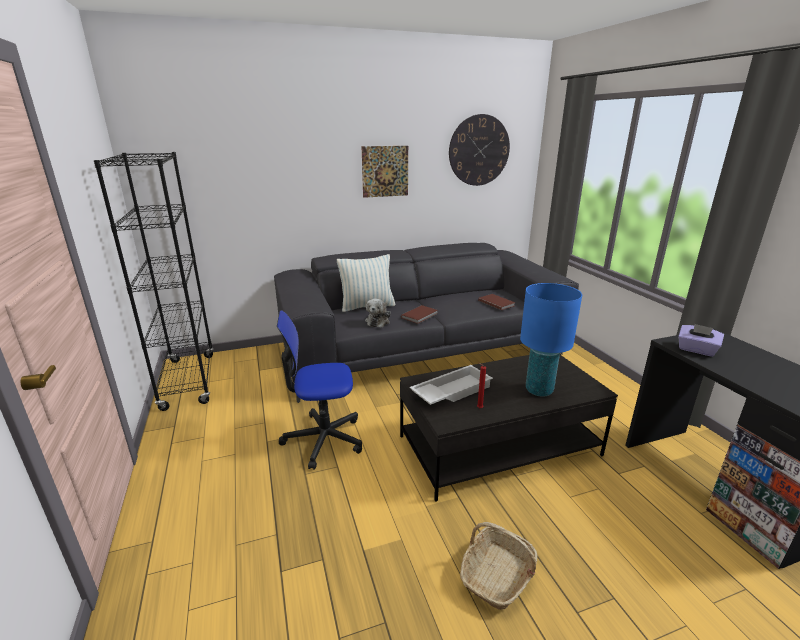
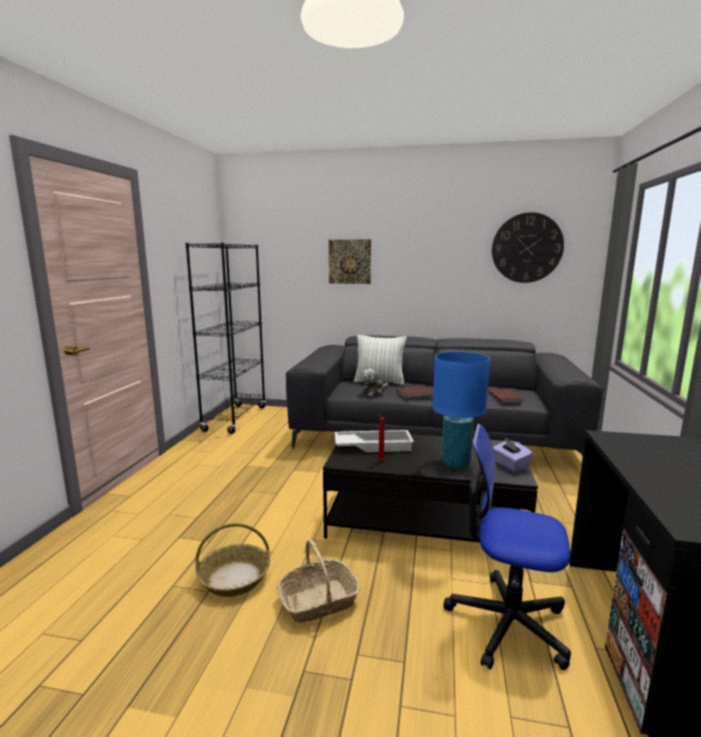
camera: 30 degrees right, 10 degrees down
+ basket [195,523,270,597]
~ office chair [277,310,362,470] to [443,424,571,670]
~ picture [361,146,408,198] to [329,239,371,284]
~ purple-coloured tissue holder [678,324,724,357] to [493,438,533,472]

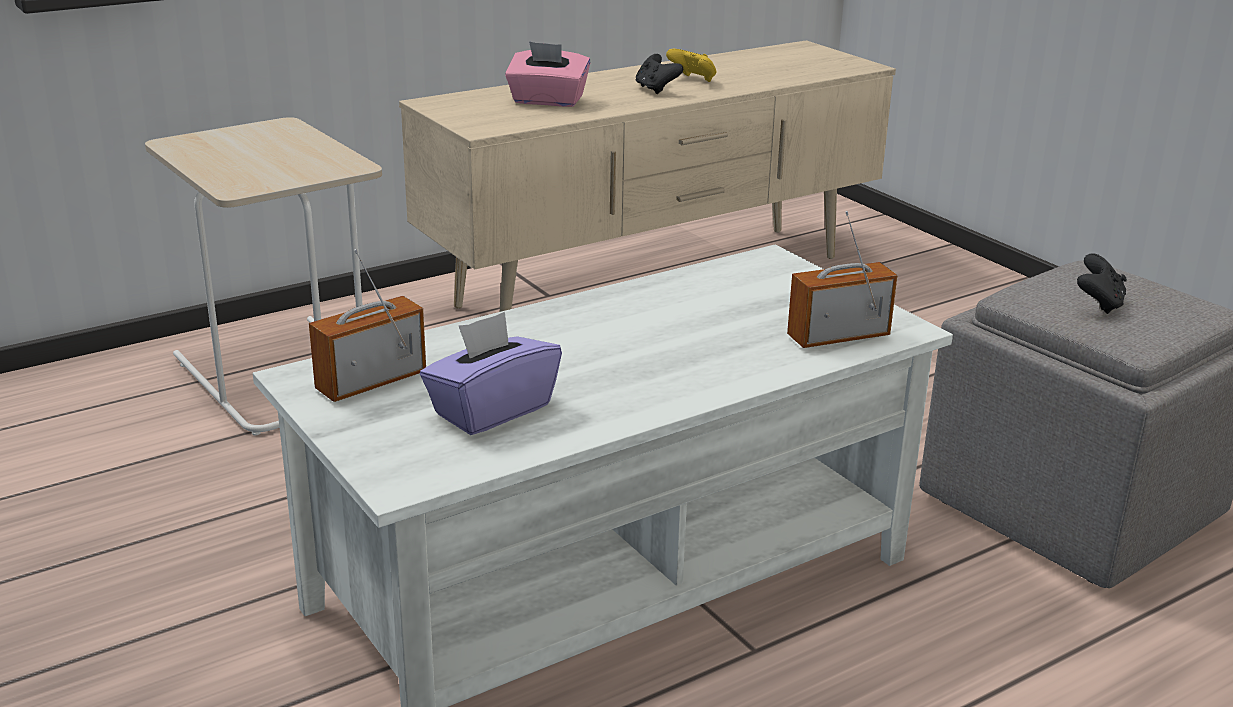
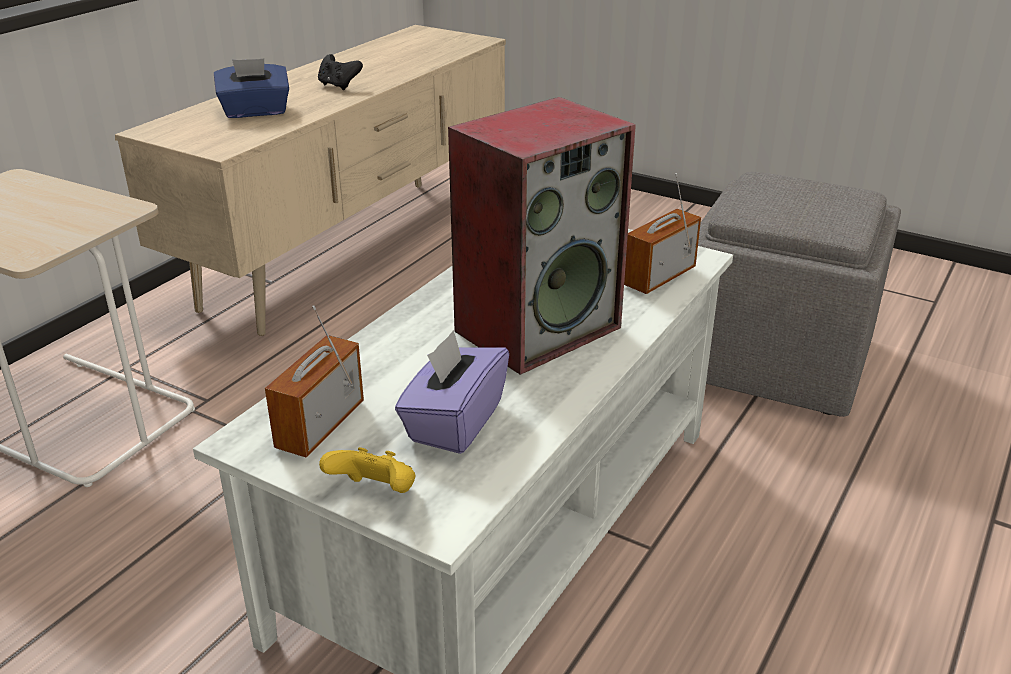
camera: 25 degrees left, 5 degrees up
- blackish joypad [1077,253,1127,314]
+ speaker [448,97,636,375]
~ yellow-coloured joypad [666,49,717,82] to [319,447,415,493]
~ pink-coloured tissue holder [505,41,591,107] to blue tissue holder [214,58,289,118]

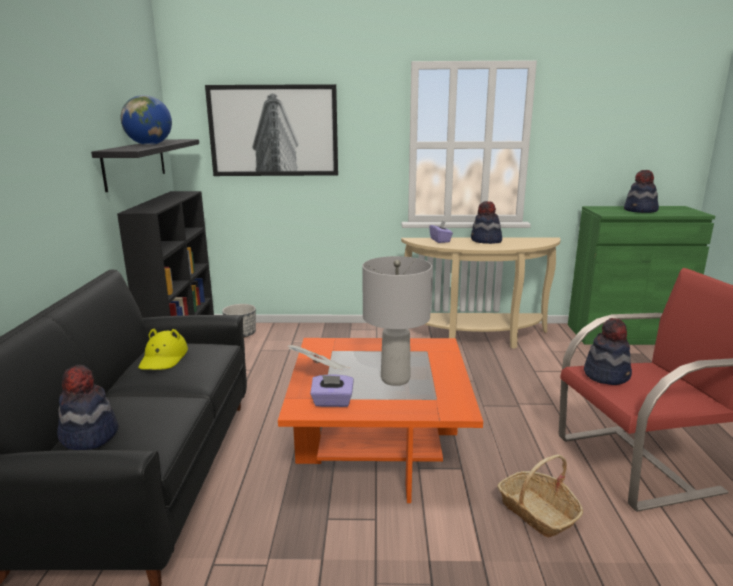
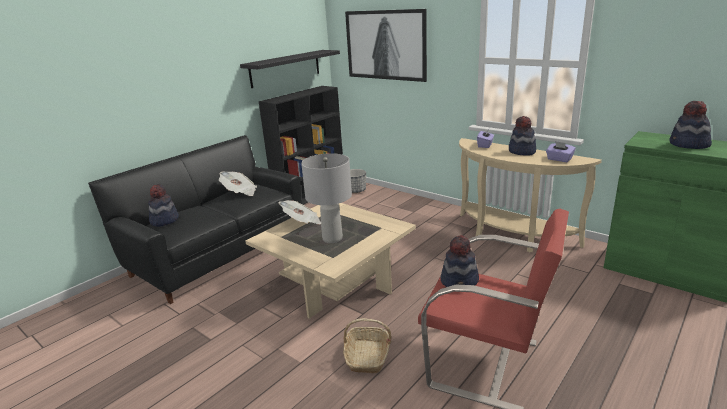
camera: 40 degrees right, 5 degrees up
- desk globe [121,95,172,145]
~ purple-coloured tissue holder [310,374,354,407] to [546,141,576,162]
~ yellow-coloured hat [138,329,188,370] to daily paper [219,171,257,196]
~ orange-coloured coffee table [278,338,483,503] to beige-coloured coffee table [245,203,416,319]

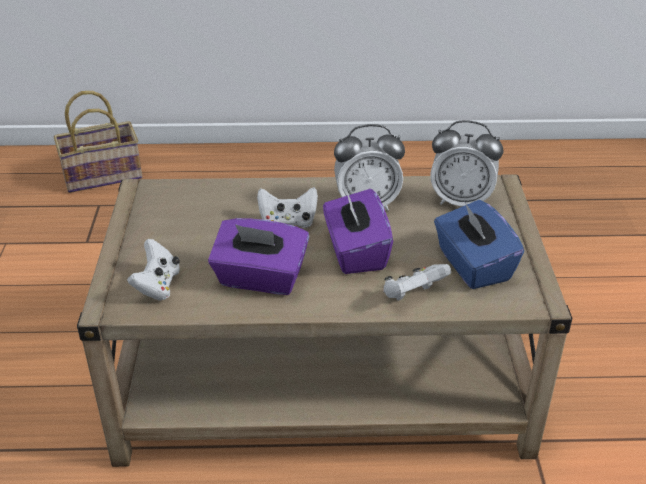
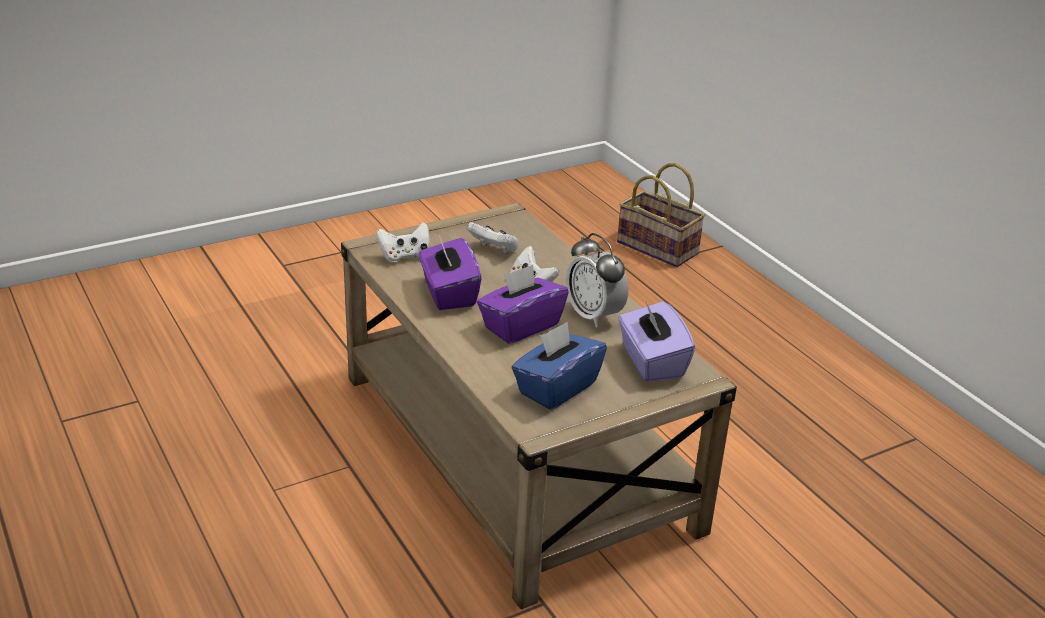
camera: 60 degrees right, 5 degrees down
~ whitish joypad [383,264,451,301] to [467,222,518,253]
~ table clock [430,120,503,206] to purple-coloured tissue holder [618,301,695,382]

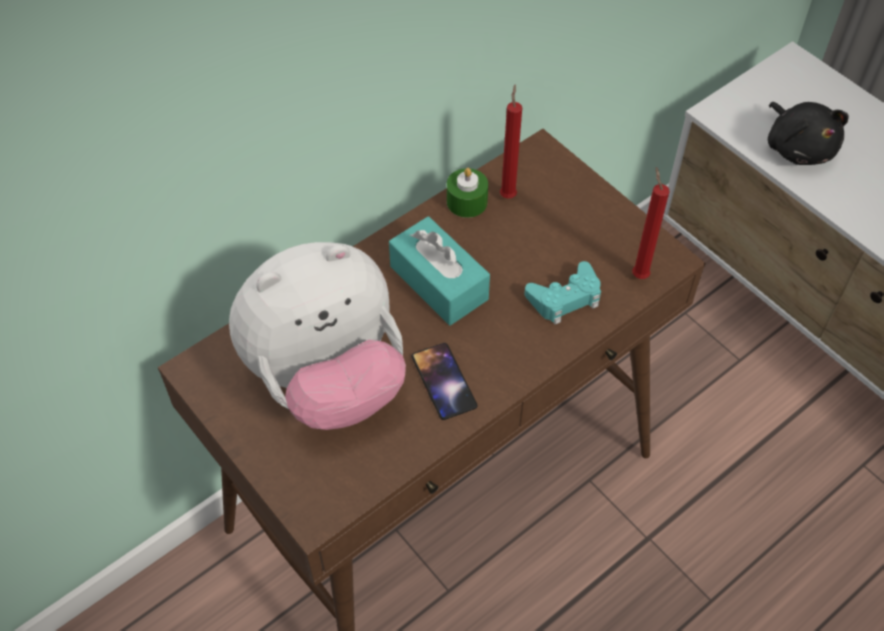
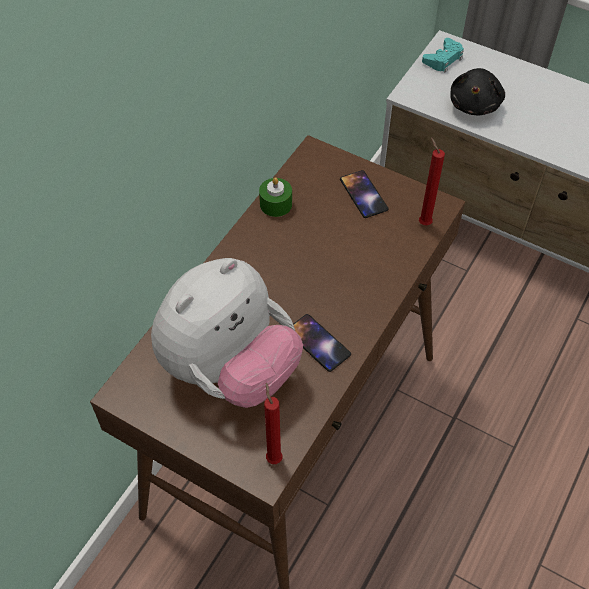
camera: 20 degrees left, 0 degrees up
- turquoise-coloured tissue holder [389,216,490,325]
+ handset [340,170,388,218]
~ red-coloured wax light [500,85,522,199] to [264,383,283,464]
~ turquoise-coloured joypad [525,261,601,325] to [422,38,464,72]
~ blackish soft toy [768,102,849,165] = [450,68,505,116] 60 degrees clockwise

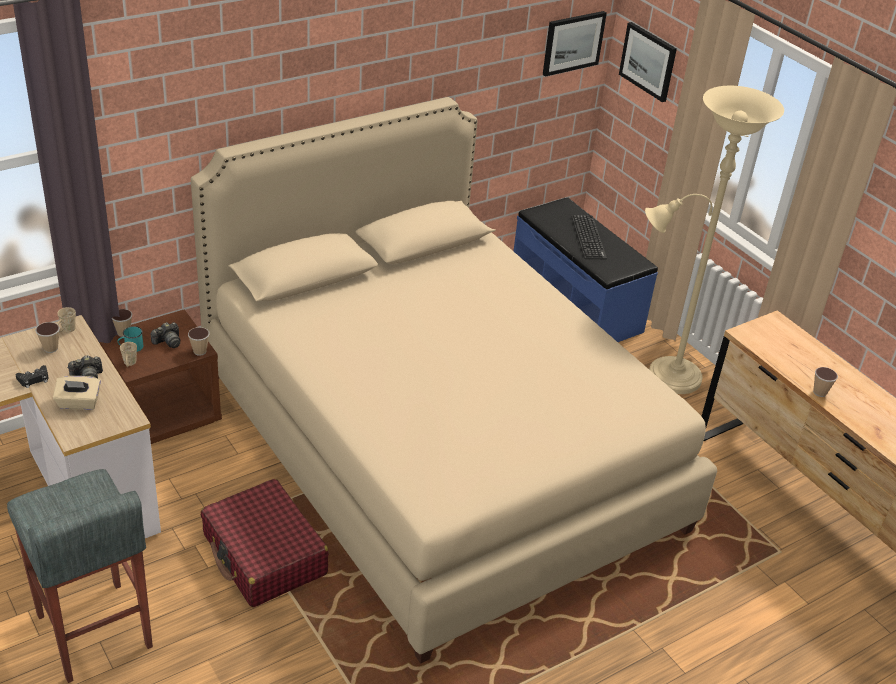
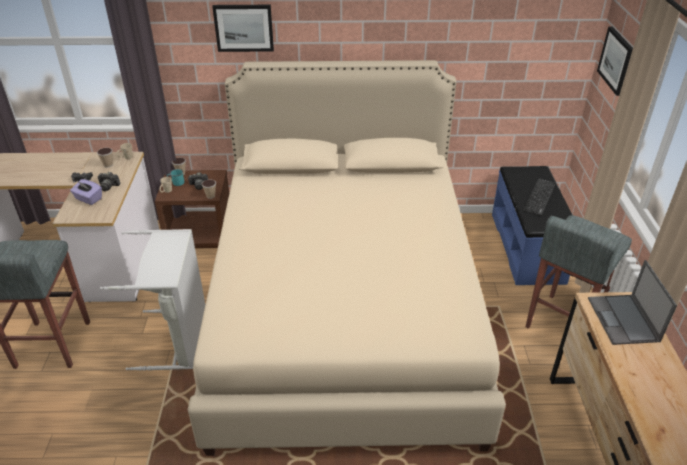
camera: 35 degrees right, 0 degrees up
- cup [813,367,838,397]
+ laptop [588,260,677,345]
~ picture [543,11,607,77] to [212,5,274,52]
~ red-coloured suitcase [201,479,329,608] to greyish laundry basket [100,229,205,371]
~ beige-coloured standard lamp [645,86,784,394] to greyish stool [525,215,632,329]
~ beige-coloured tissue holder [53,376,101,410] to purple-coloured tissue holder [70,179,102,205]

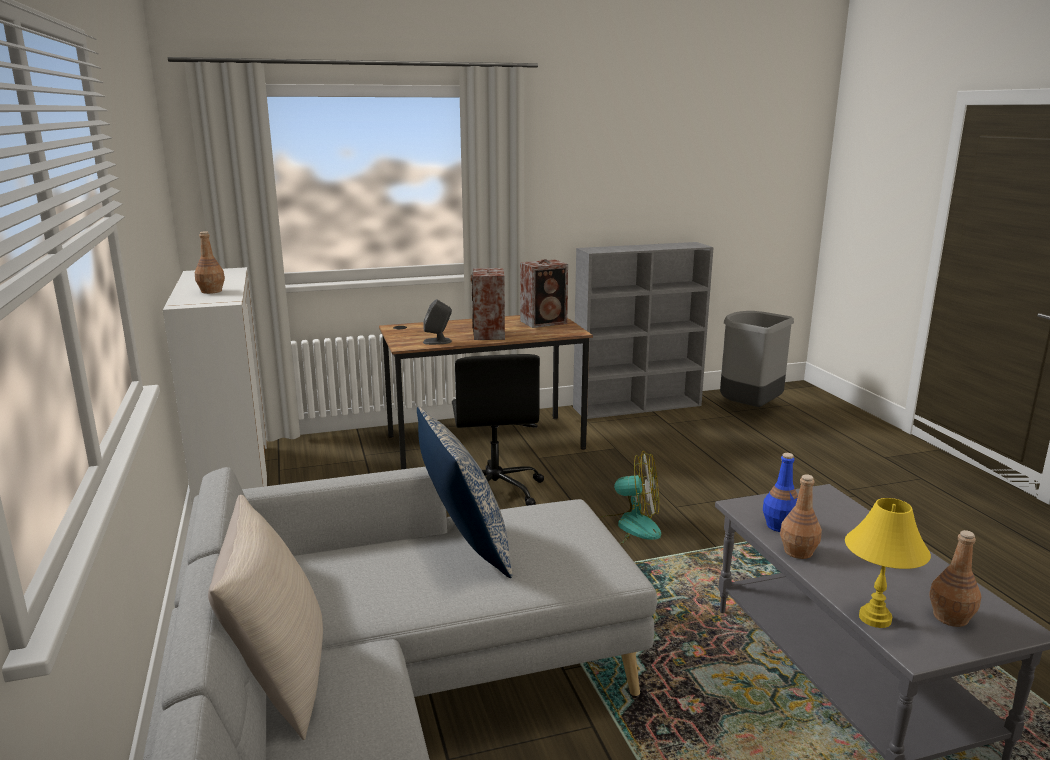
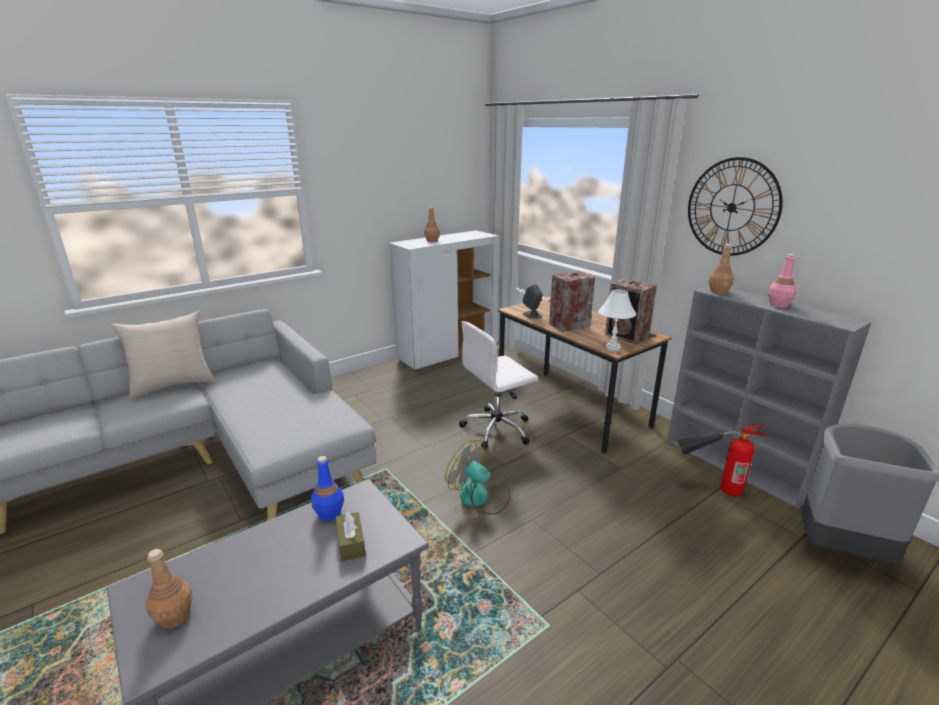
camera: 70 degrees right, 5 degrees up
- cushion [417,407,512,578]
- yellow-coloured lamp for a table [845,498,931,628]
+ brown tissue holder [336,510,366,561]
+ whitish lamp for a table [598,289,636,351]
+ fire extinguisher [678,424,767,497]
+ wall clock [688,157,783,256]
+ pink-coloured drink bottle [768,254,797,308]
~ brown drink bottle [780,474,822,559] to [709,244,734,294]
~ blackish office chair [452,354,544,506] to whitish office chair [459,321,539,448]
~ electric fan [598,451,661,544] = [445,440,510,515] 135 degrees clockwise

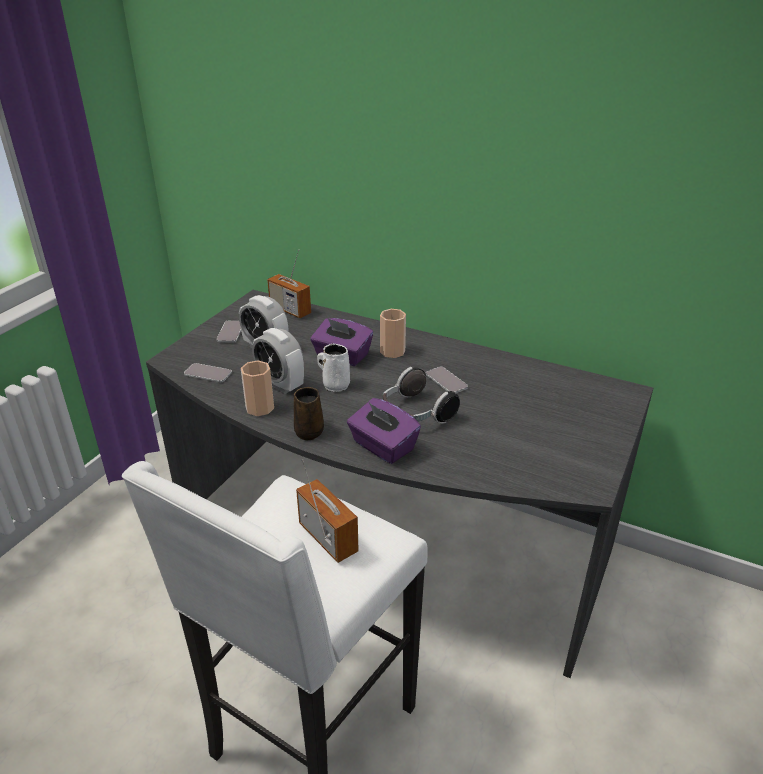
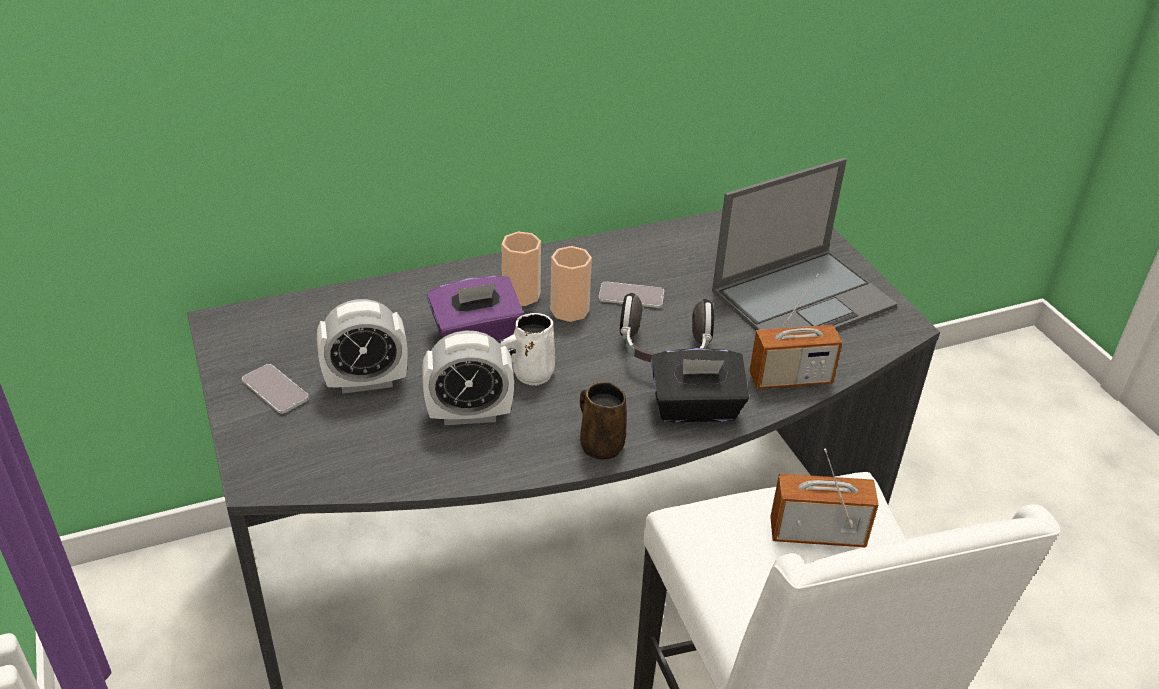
camera: 50 degrees left, 5 degrees up
- handset [184,363,232,383]
+ laptop [712,158,897,330]
~ cup [241,361,274,416] to [550,246,592,322]
~ radio [267,249,311,318] to [749,274,842,389]
~ purple-coloured tissue holder [347,398,421,464] to blackish tissue holder [650,348,749,422]

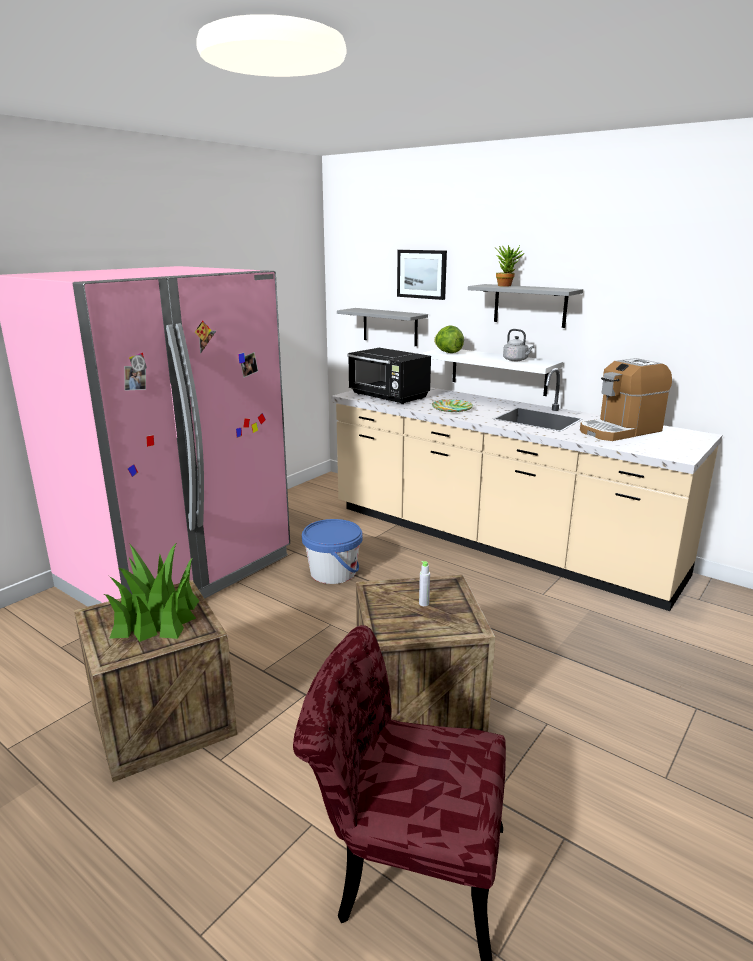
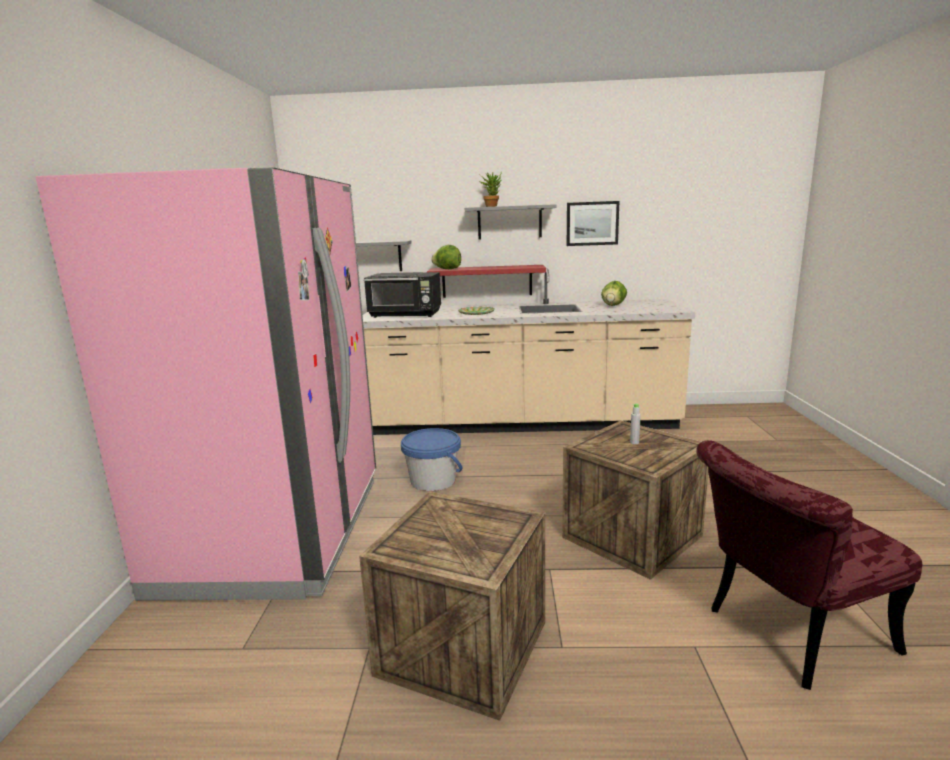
camera: 35 degrees left, 5 degrees down
- potted plant [104,542,199,642]
- greyish kettle [503,329,534,361]
~ picture [397,250,447,300] to [567,201,619,246]
~ coffee maker [580,358,672,441] to lettuce [601,281,627,306]
~ whitish wall shelf [423,349,563,396] to red-coloured wall shelf [427,265,546,298]

